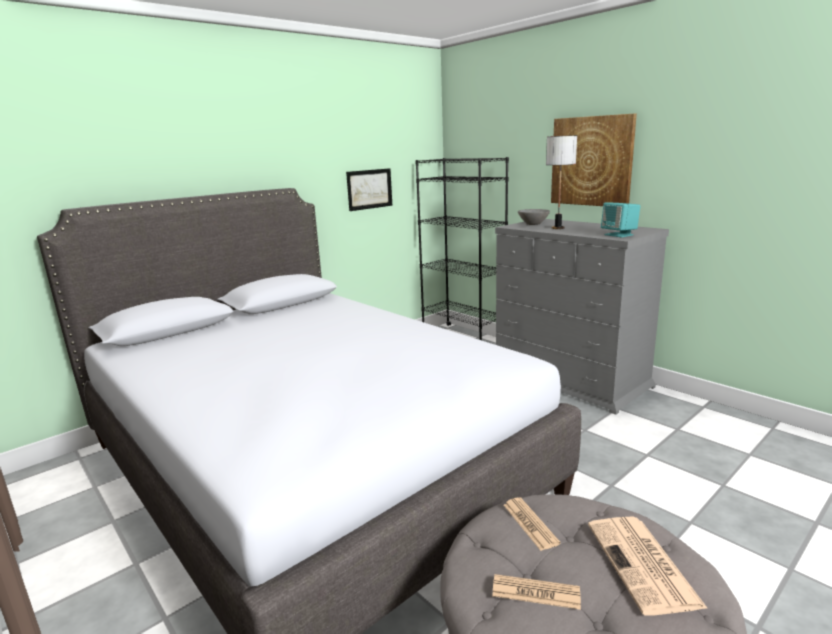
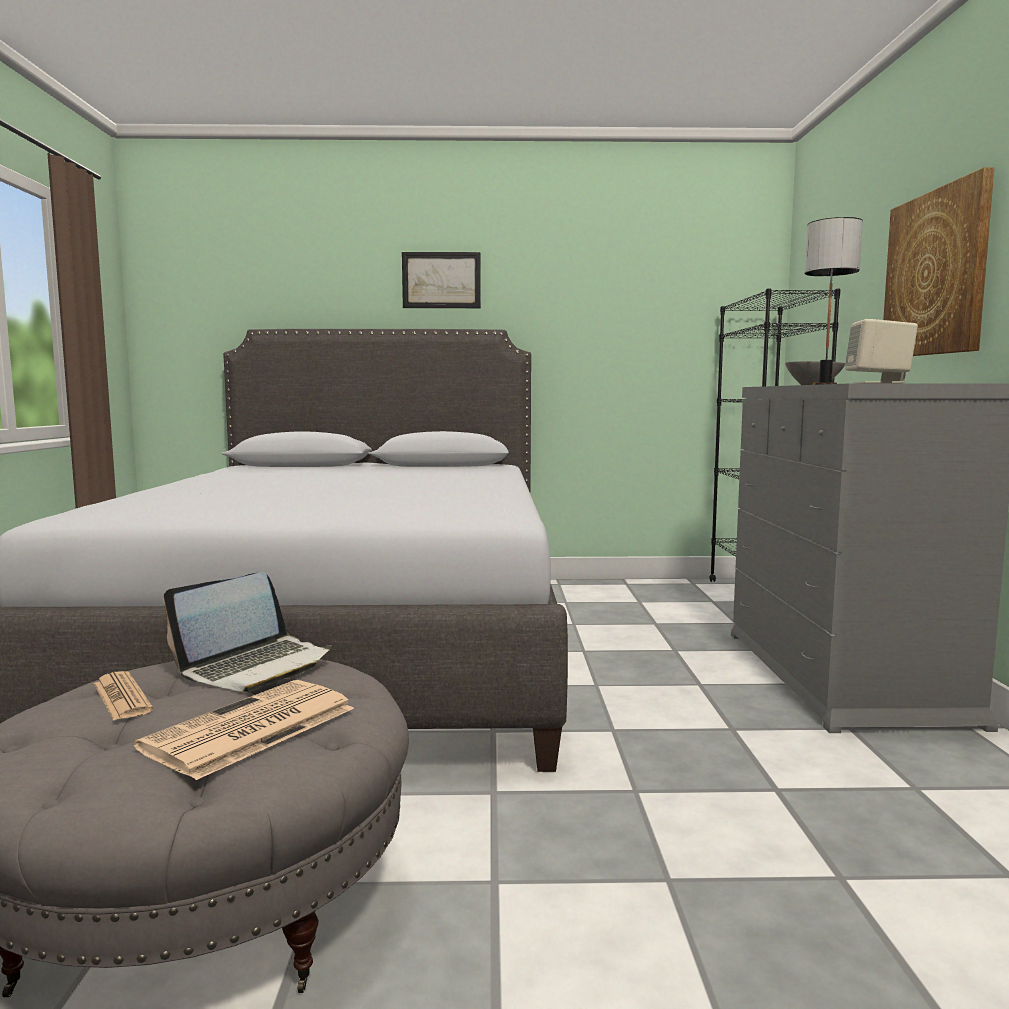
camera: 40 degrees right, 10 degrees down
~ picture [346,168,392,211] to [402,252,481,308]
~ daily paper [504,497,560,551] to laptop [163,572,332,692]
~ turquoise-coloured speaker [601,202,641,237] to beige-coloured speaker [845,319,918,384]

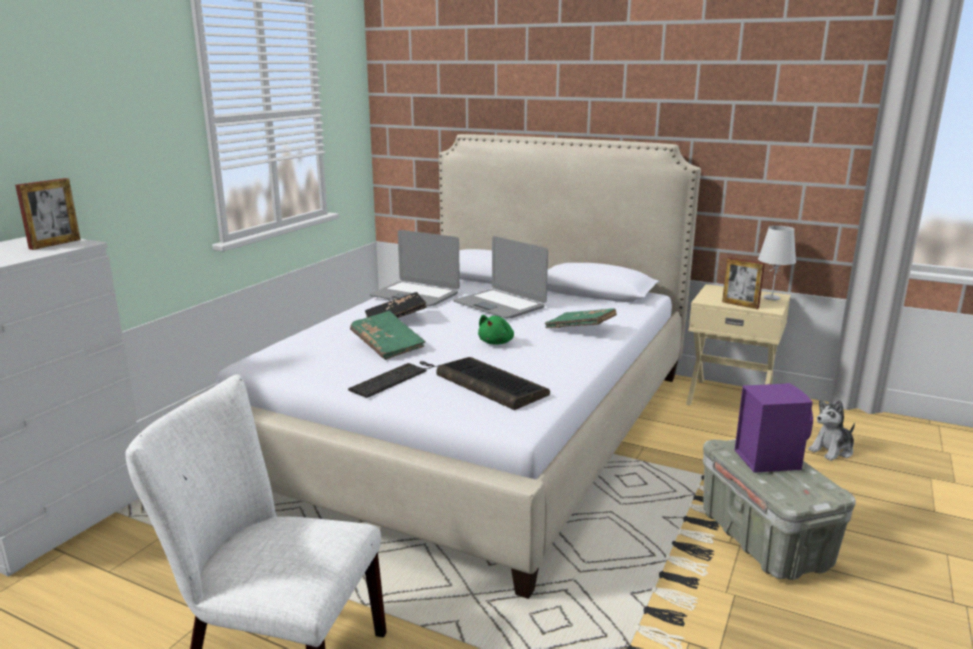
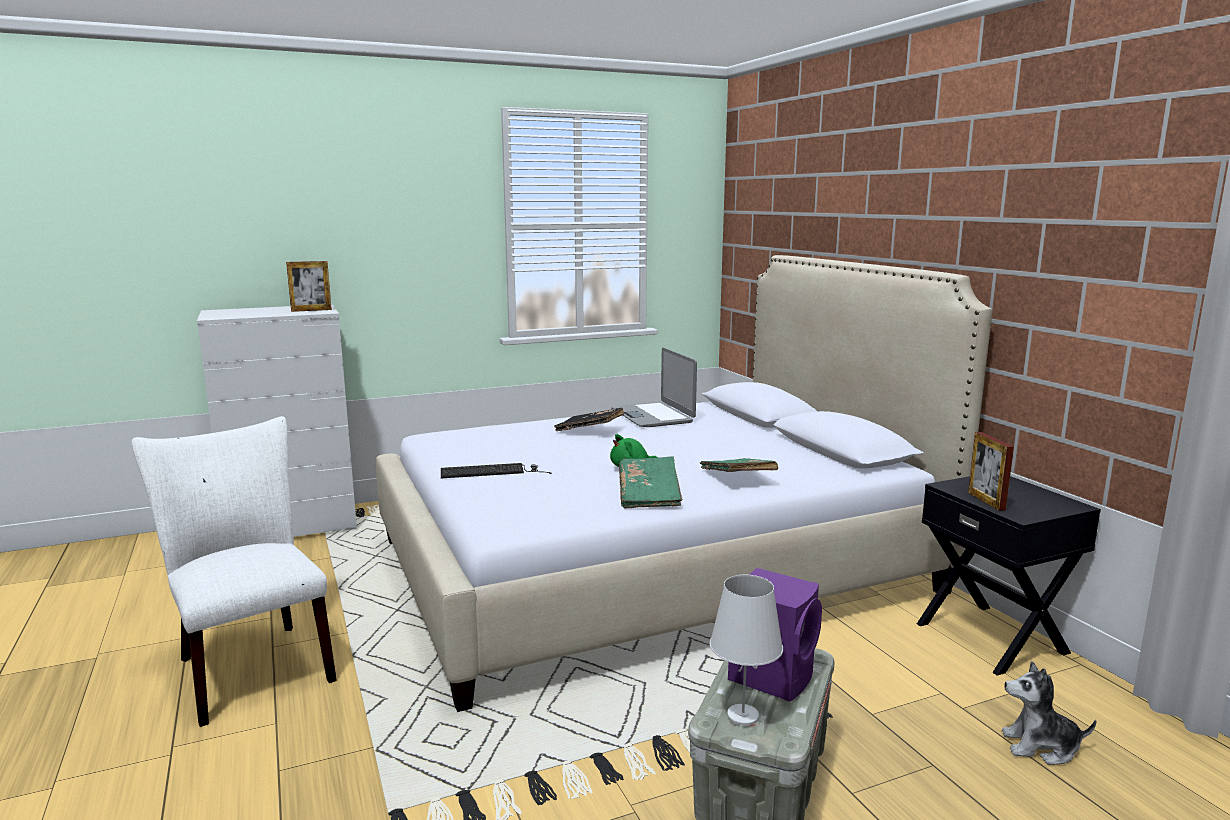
camera: 40 degrees right, 5 degrees down
- PC keyboard [437,357,550,410]
- laptop [454,236,548,318]
~ green book [350,310,425,360] to [619,456,682,509]
~ whitish lamp for a table [758,226,796,300] to [710,575,783,725]
~ beige-coloured bedside table [686,284,791,406] to blackish bedside table [917,476,1101,676]

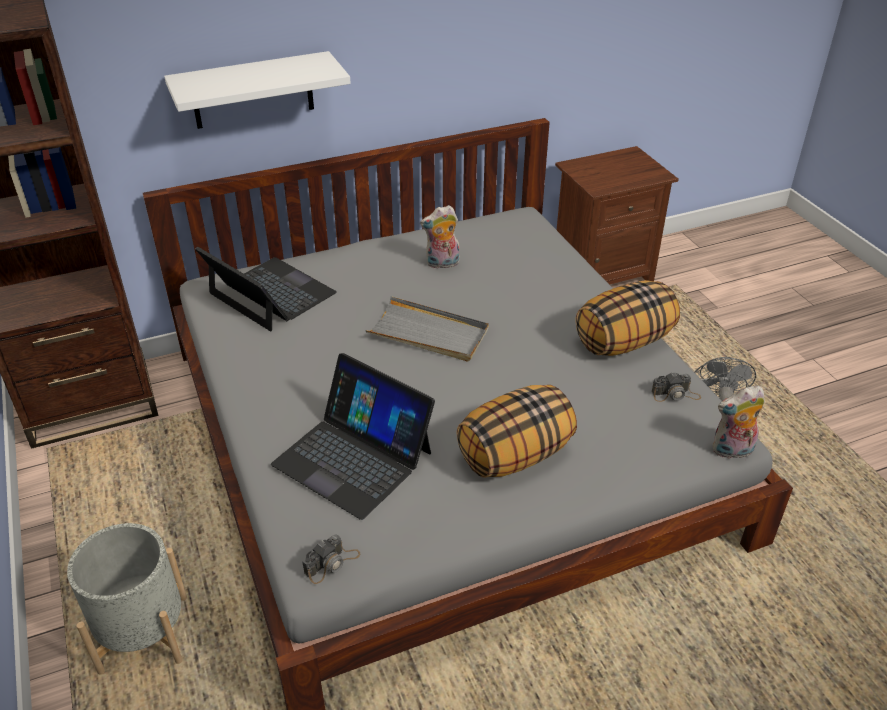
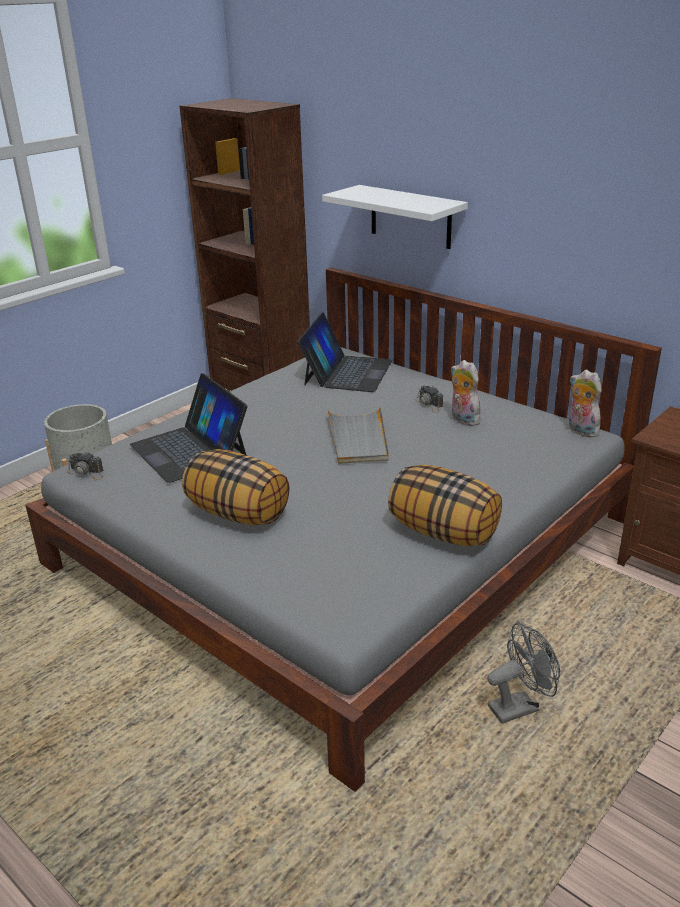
camera: 65 degrees right, 10 degrees down
~ still camera [652,372,701,402] to [415,386,443,413]
~ soft toy [712,385,765,459] to [569,370,602,438]
~ laptop [271,353,435,520] = [130,373,247,483] 45 degrees counterclockwise

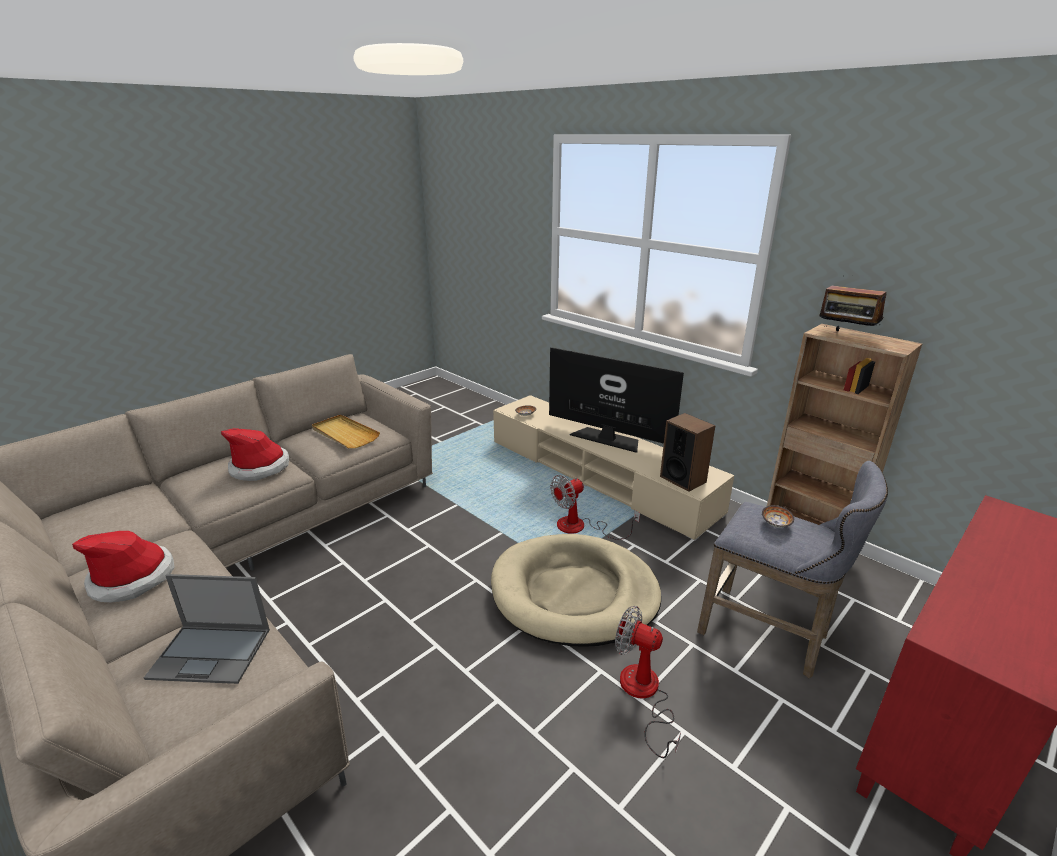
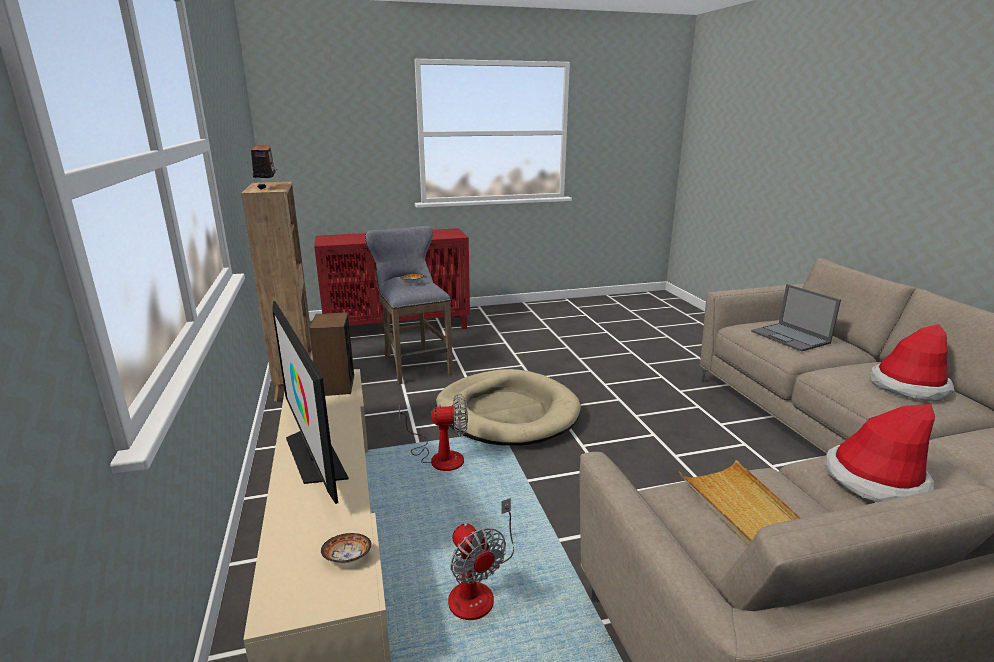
camera: 150 degrees left, 5 degrees down
~ electric fan [615,606,681,758] to [448,498,514,620]
~ laptop [144,574,270,684] = [751,284,841,351] 150 degrees counterclockwise

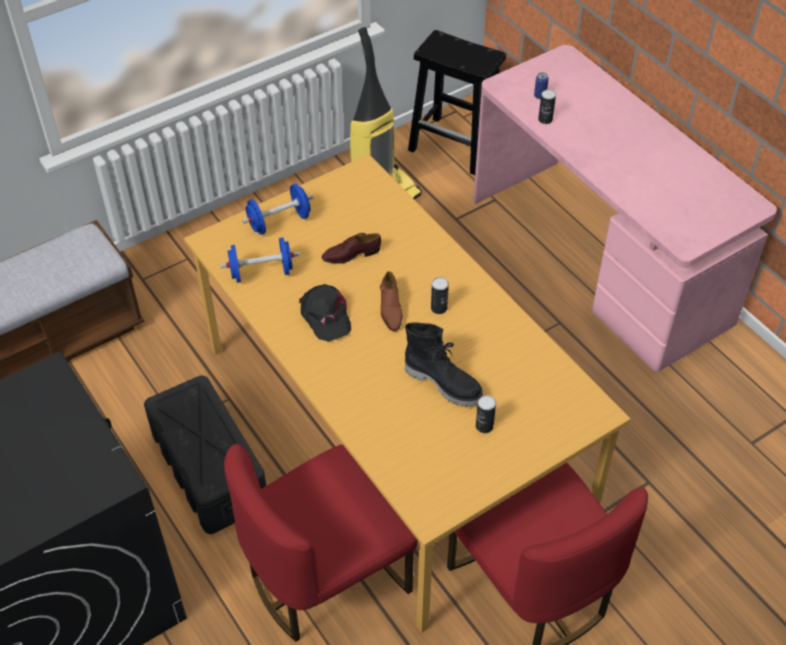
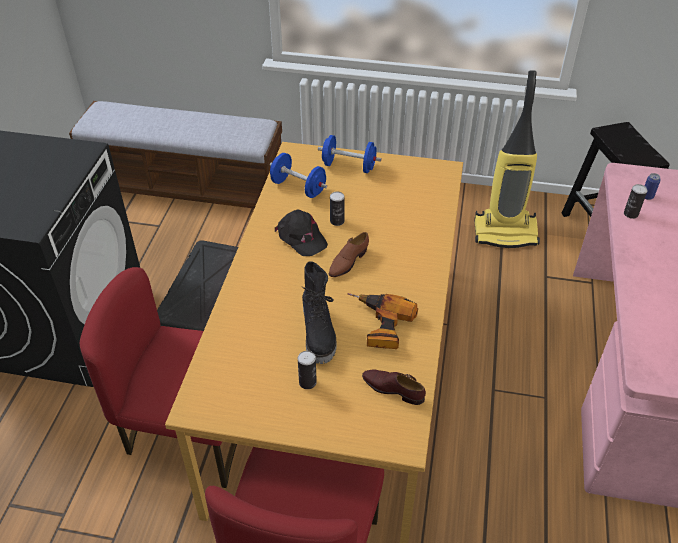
camera: 45 degrees right, 5 degrees down
+ drill [347,293,418,349]
~ brown low shoe [321,233,381,264] to [362,370,426,405]
~ sealed can [431,277,449,314] to [330,191,345,226]
~ blackish cap [299,284,351,342] = [275,210,328,256] 60 degrees counterclockwise

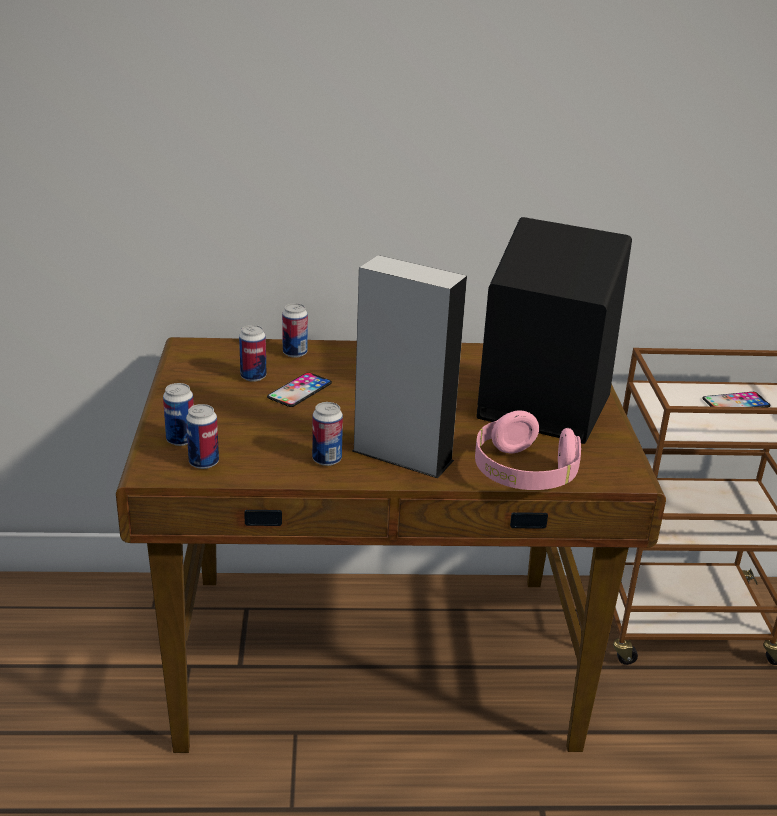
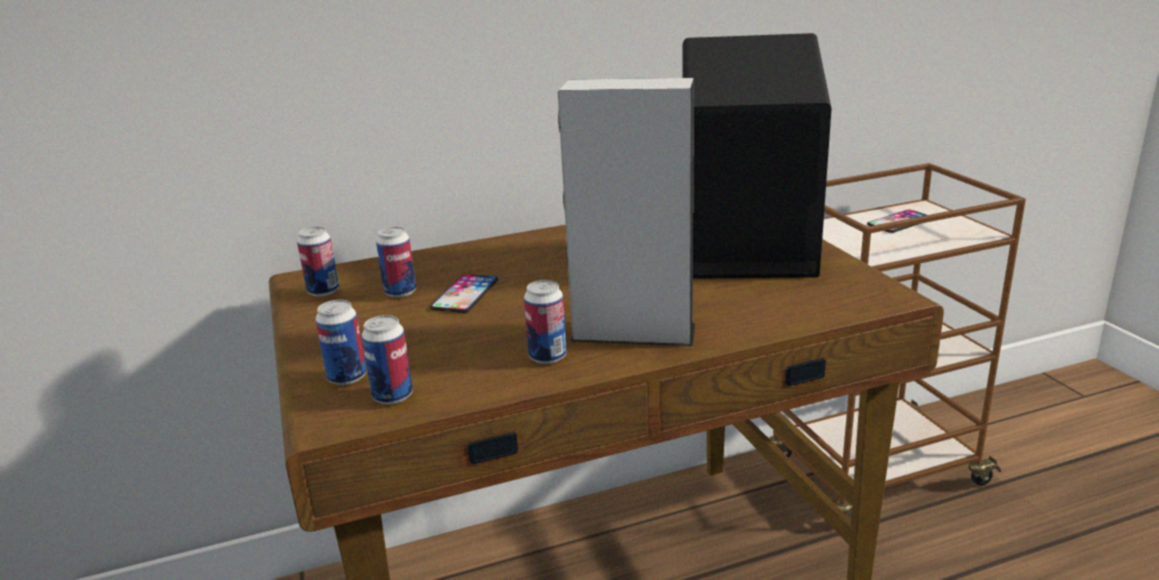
camera: 15 degrees left, 5 degrees down
- pink-coloured pair of headphones [475,411,581,490]
~ sealed can [282,303,308,358] to [297,227,339,297]

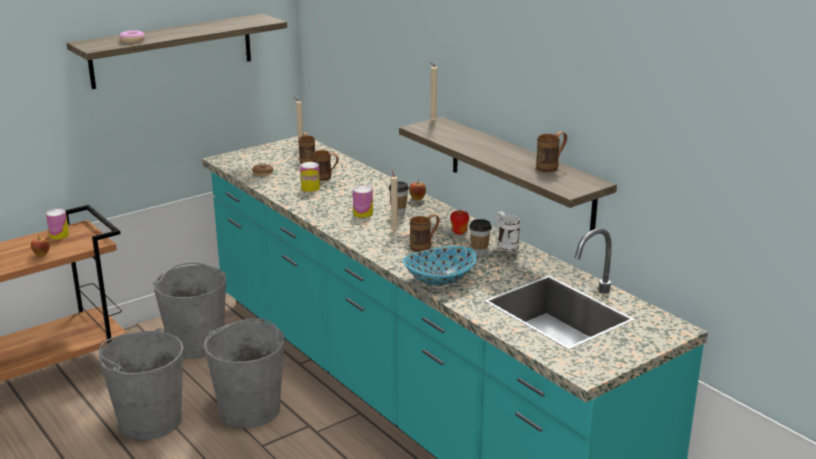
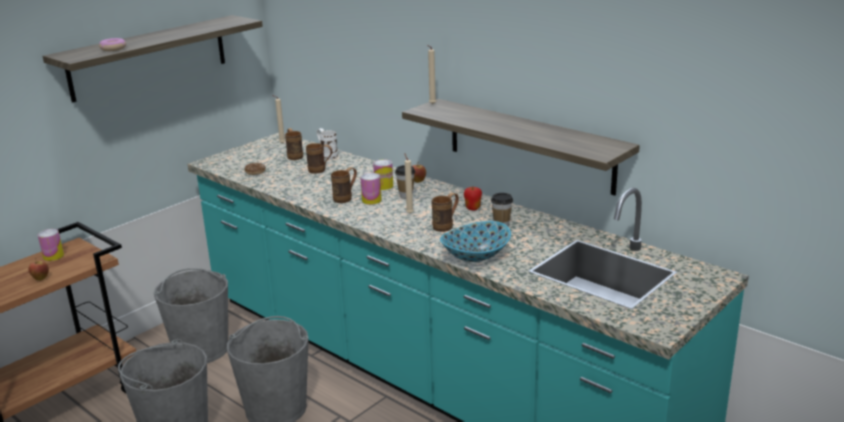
camera: 10 degrees left, 0 degrees up
~ sealed can [300,162,320,192] to [373,159,393,190]
~ whitish tea mug [495,211,520,252] to [316,128,338,160]
~ brown tea mug [536,131,567,172] to [331,167,357,203]

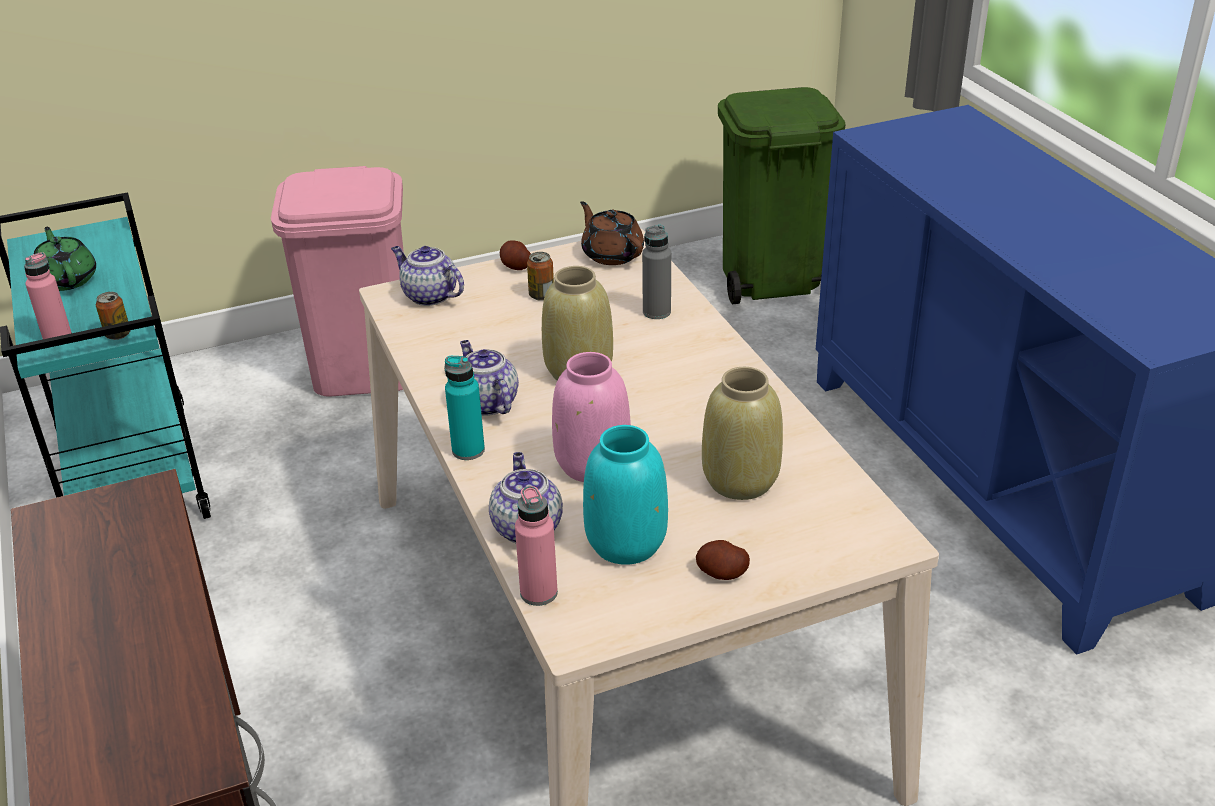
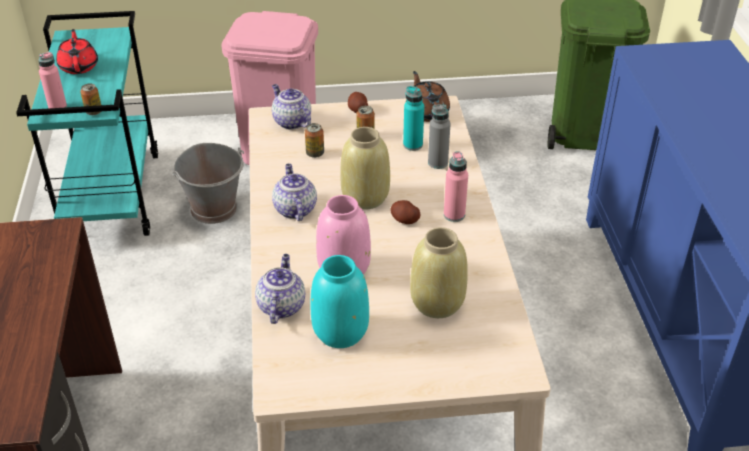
camera: 15 degrees right, 5 degrees up
+ greyish water bucket [171,143,244,224]
+ sealed can [305,123,324,158]
~ turquoise-coloured drink bottle [444,356,485,460] to [403,86,424,151]
~ pink-coloured drink bottle [515,486,558,606] to [444,151,468,222]
~ whole potato [696,540,750,580] to [390,200,421,224]
~ green teapot [34,227,96,291] to red-coloured teapot [56,29,98,74]

